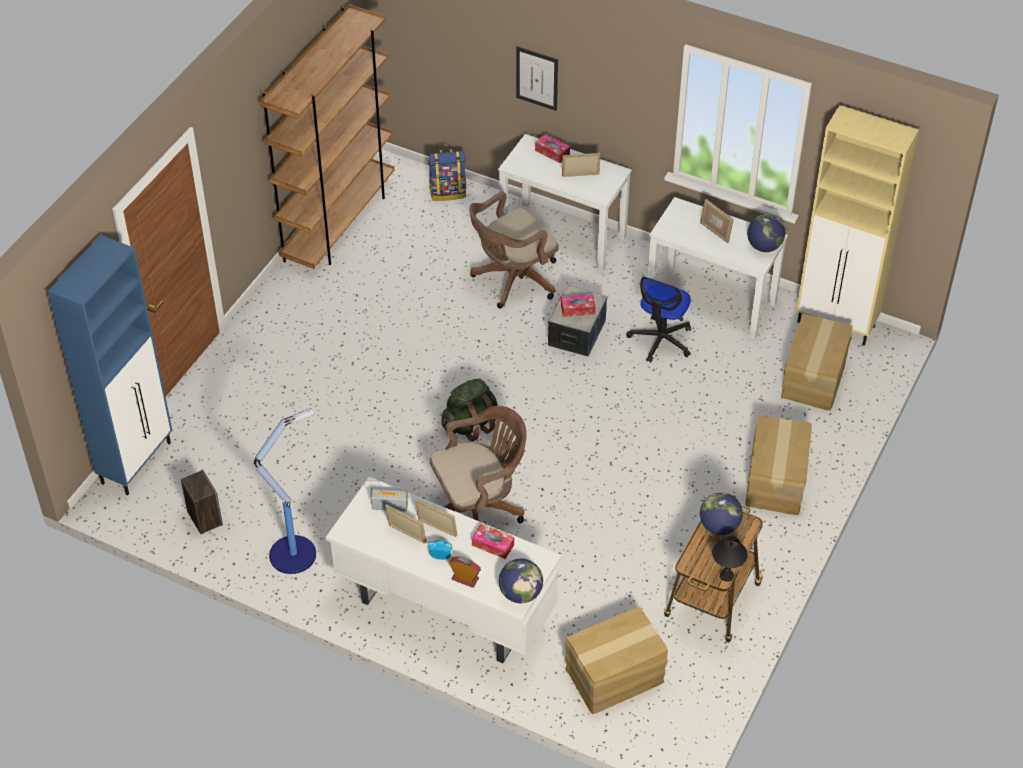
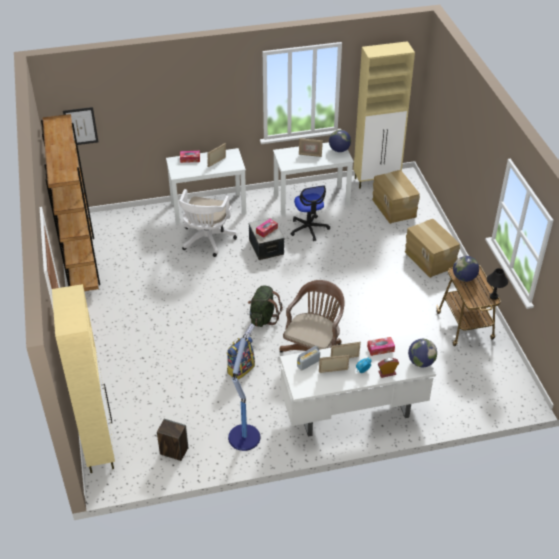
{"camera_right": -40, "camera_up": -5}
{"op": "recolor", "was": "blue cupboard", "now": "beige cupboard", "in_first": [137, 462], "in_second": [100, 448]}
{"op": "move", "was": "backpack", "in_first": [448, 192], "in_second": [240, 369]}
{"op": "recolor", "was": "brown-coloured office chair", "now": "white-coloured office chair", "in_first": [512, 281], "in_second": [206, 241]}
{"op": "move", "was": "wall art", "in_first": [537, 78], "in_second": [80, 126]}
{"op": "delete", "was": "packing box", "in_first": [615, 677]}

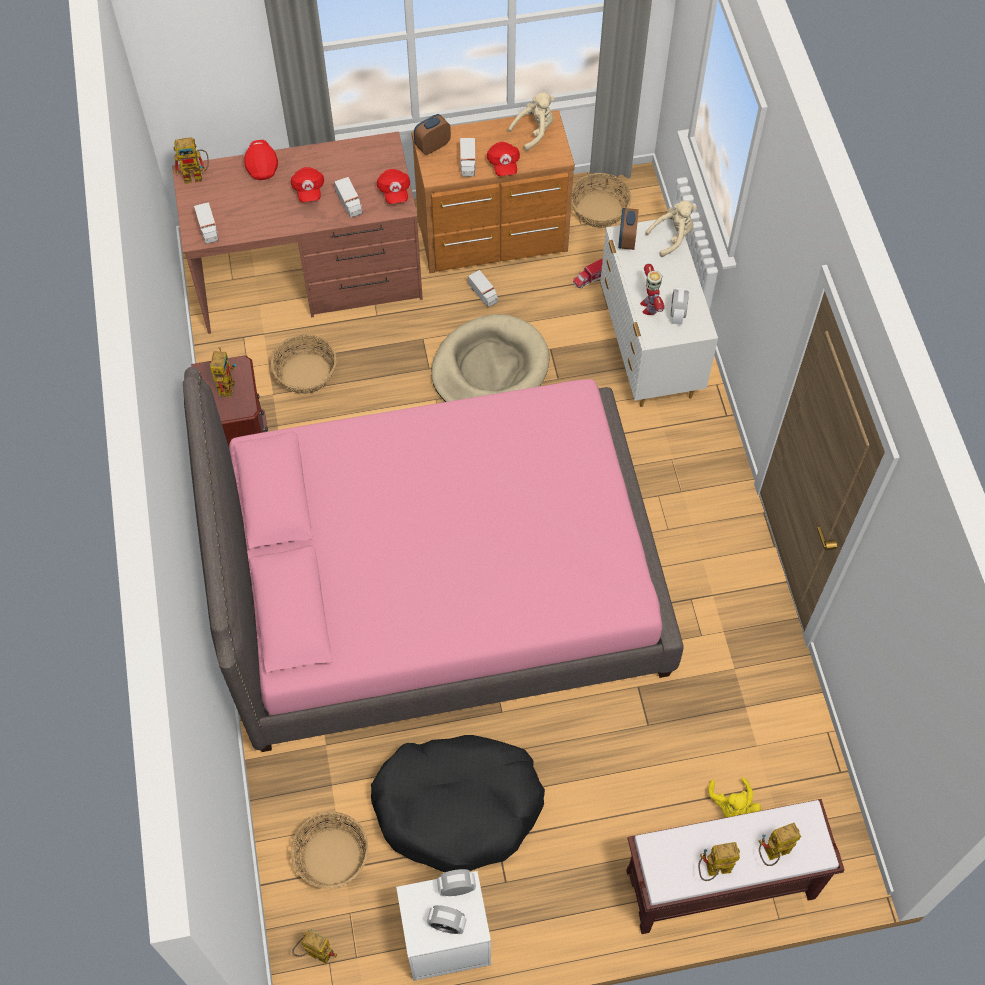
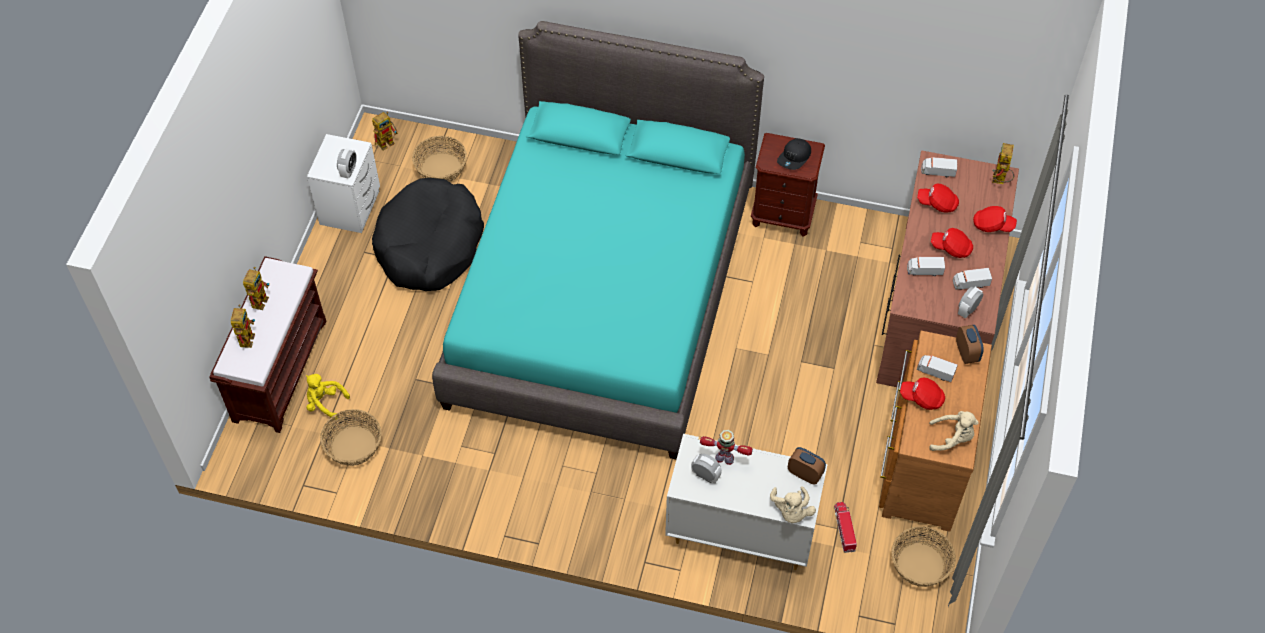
{"camera_right": 115, "camera_up": -5}
{"op": "recolor", "was": "pinkish bed", "now": "turquoise-coloured bed", "in_first": [439, 583], "in_second": [602, 296]}
{"op": "replace", "was": "model robot", "now": "blackish peaked cap", "in_first": [225, 384], "in_second": [794, 157]}
{"op": "move", "was": "storage basket", "in_first": [306, 373], "in_second": [354, 446]}
{"op": "move", "was": "red peaked cap", "in_first": [394, 192], "in_second": [937, 203]}
{"op": "move", "was": "bedside clock", "in_first": [447, 925], "in_second": [967, 310]}
{"op": "delete", "was": "beige dog cushion", "in_first": [490, 368]}
{"op": "move", "was": "toy lorry", "in_first": [483, 294], "in_second": [970, 283]}
{"op": "rotate", "was": "beige cuddly toy", "in_first": [534, 131], "in_second": [952, 438], "clockwise": -75}

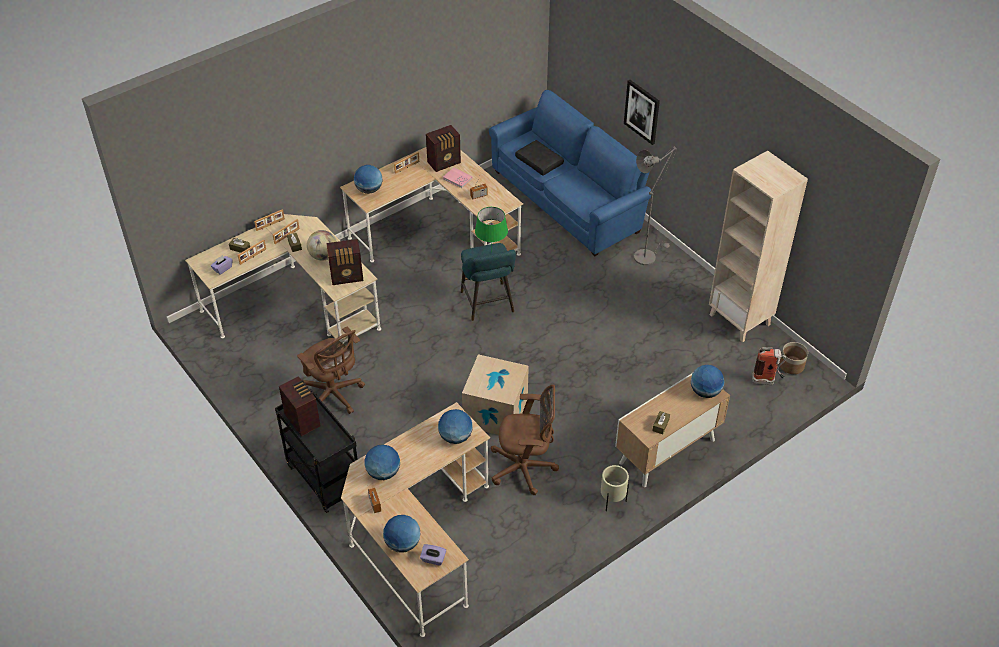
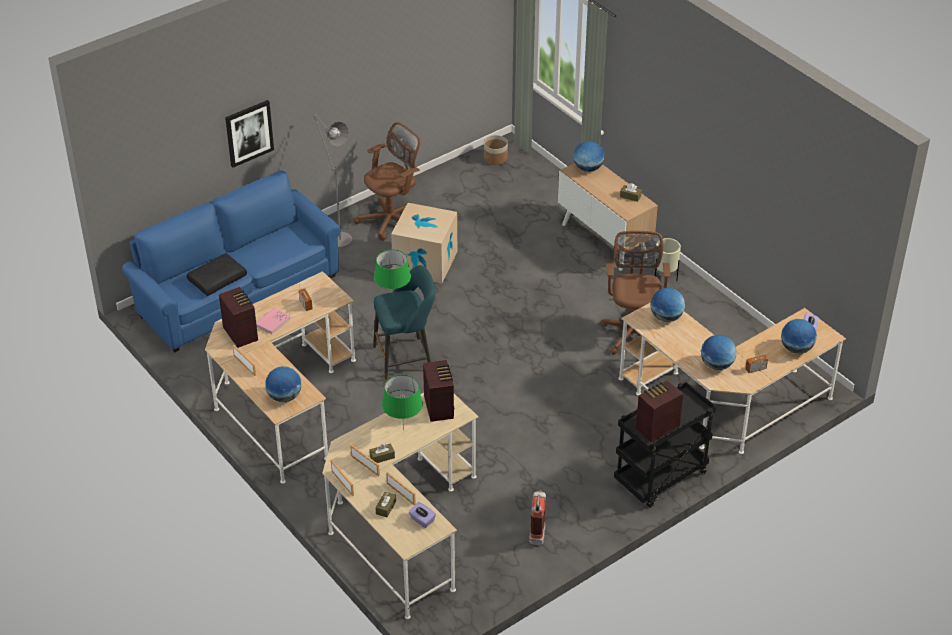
{"camera_right": -90, "camera_up": -5}
{"op": "move", "was": "brown-coloured office chair", "in_first": [334, 395], "in_second": [392, 220]}
{"op": "replace", "was": "world globe", "now": "green-coloured tabletop lamp", "in_first": [323, 256], "in_second": [403, 429]}
{"op": "move", "was": "packing box", "in_first": [495, 412], "in_second": [425, 262]}
{"op": "delete", "was": "beige bookshelf", "in_first": [740, 320]}
{"op": "move", "was": "extinguisher", "in_first": [767, 381], "in_second": [537, 532]}

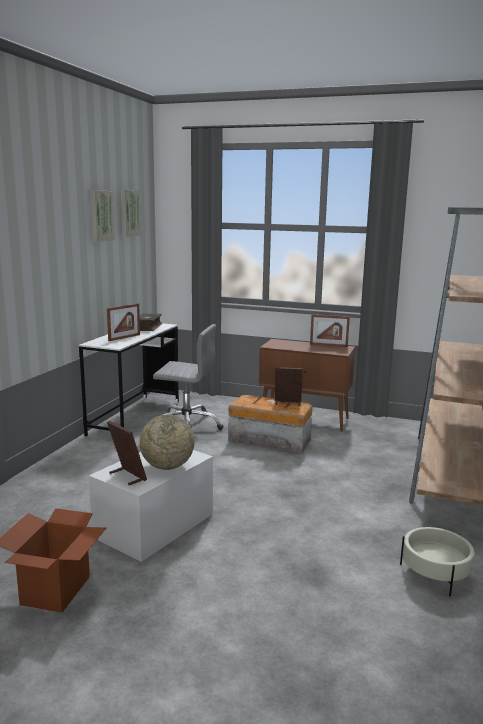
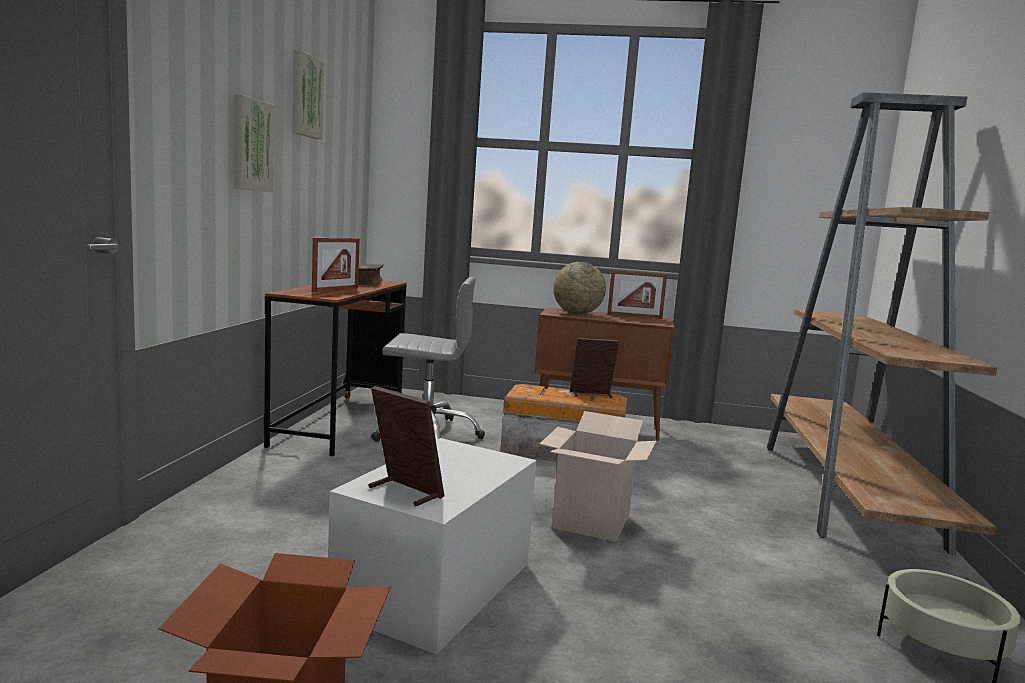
{"camera_right": -10, "camera_up": -5}
{"op": "recolor", "was": "white-coloured desk", "now": "brown-coloured desk", "in_first": [135, 418], "in_second": [340, 423]}
{"op": "move", "was": "wall art", "in_first": [129, 213], "in_second": [250, 145]}
{"op": "move", "was": "world globe", "in_first": [167, 466], "in_second": [577, 313]}
{"op": "insert", "now": "packing box", "in_second": [591, 521]}

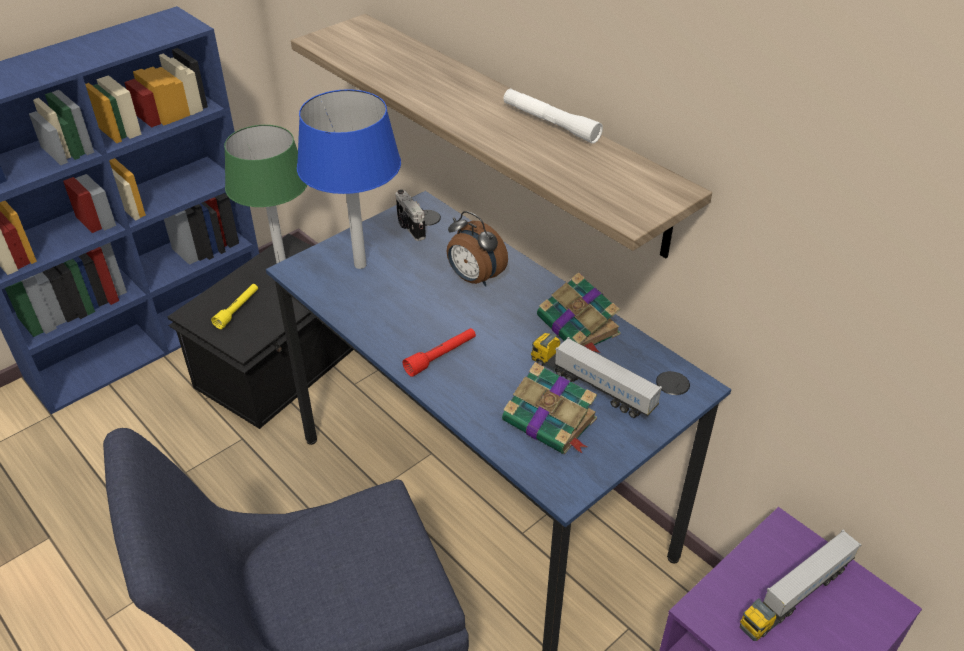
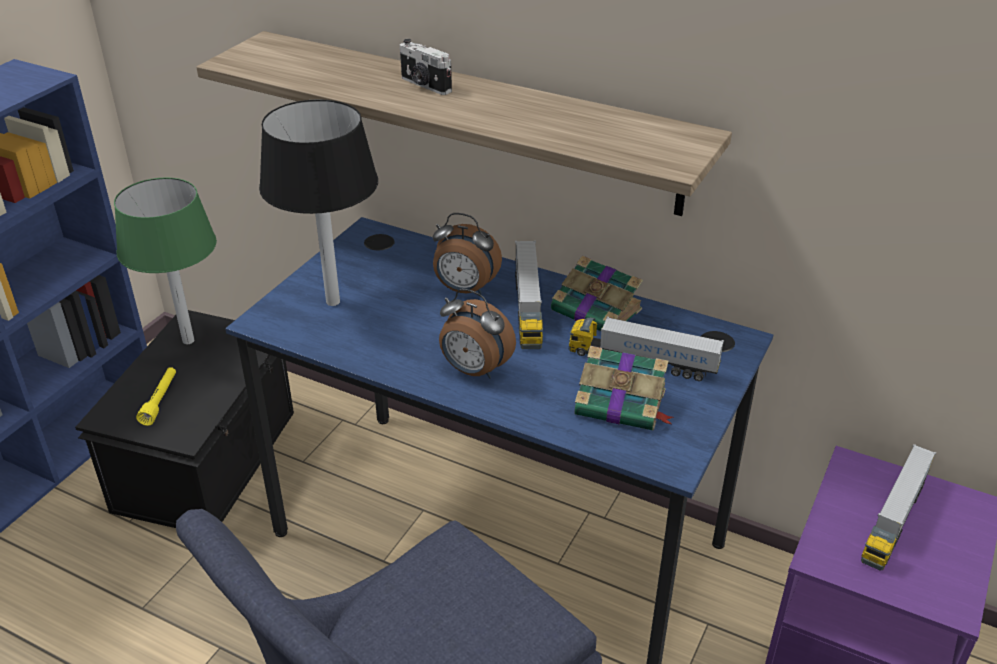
{"camera_right": -20, "camera_up": -5}
{"op": "recolor", "was": "blue tabletop lamp", "now": "blackish tabletop lamp", "in_first": [360, 265], "in_second": [333, 302]}
{"op": "move", "was": "photo camera", "in_first": [409, 227], "in_second": [424, 85]}
{"op": "replace", "was": "red flashlight", "now": "bedside clock", "in_first": [441, 357], "in_second": [474, 370]}
{"op": "delete", "was": "white-coloured flashlight", "in_first": [550, 123]}
{"op": "insert", "now": "toy lorry", "in_second": [527, 308]}

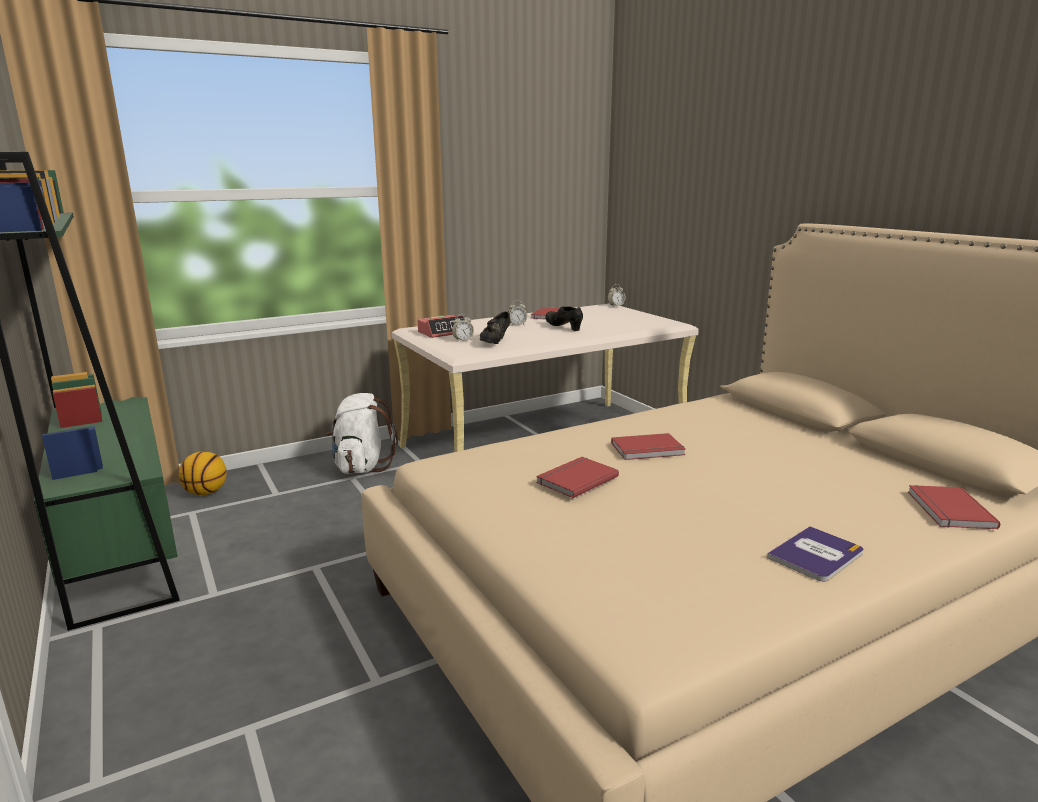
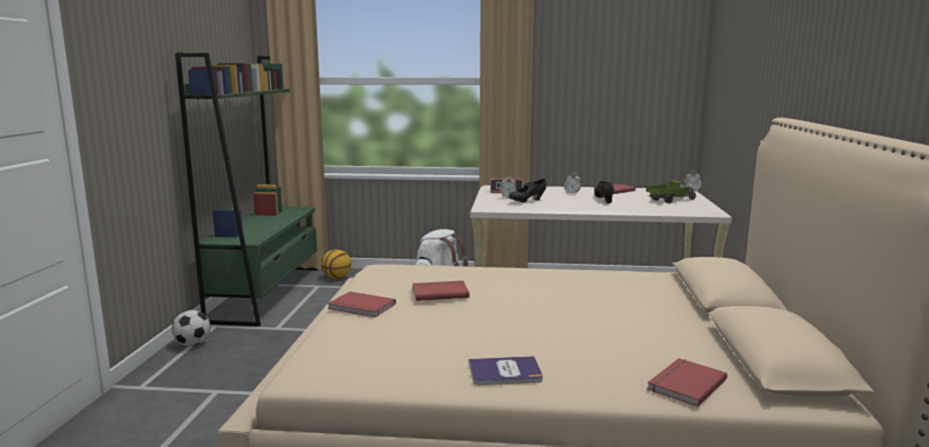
{"camera_right": 35, "camera_up": -5}
{"op": "move", "was": "red book", "in_first": [648, 450], "in_second": [361, 307]}
{"op": "insert", "now": "football", "in_second": [193, 344]}
{"op": "insert", "now": "toy lorry", "in_second": [670, 200]}

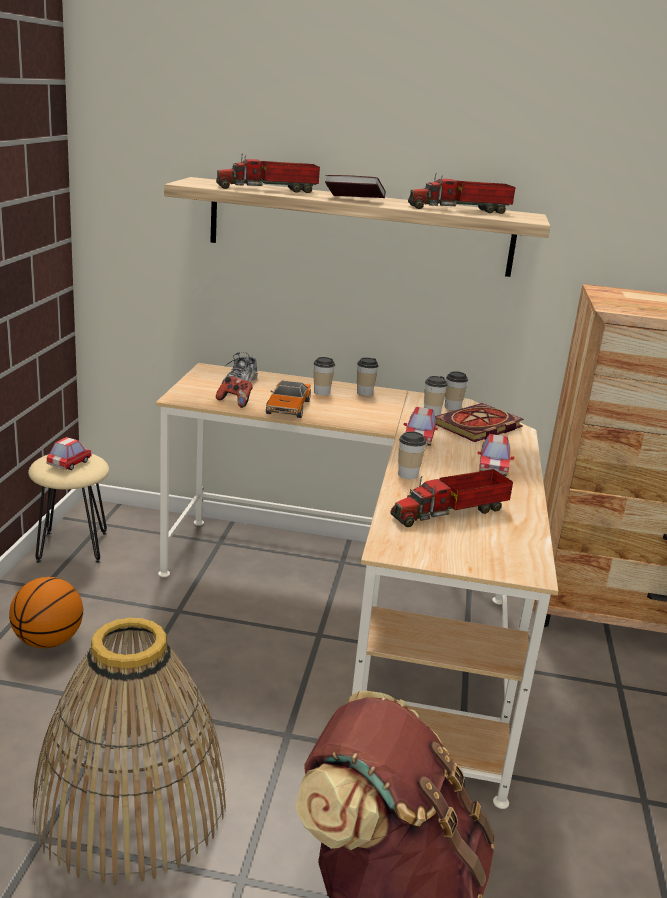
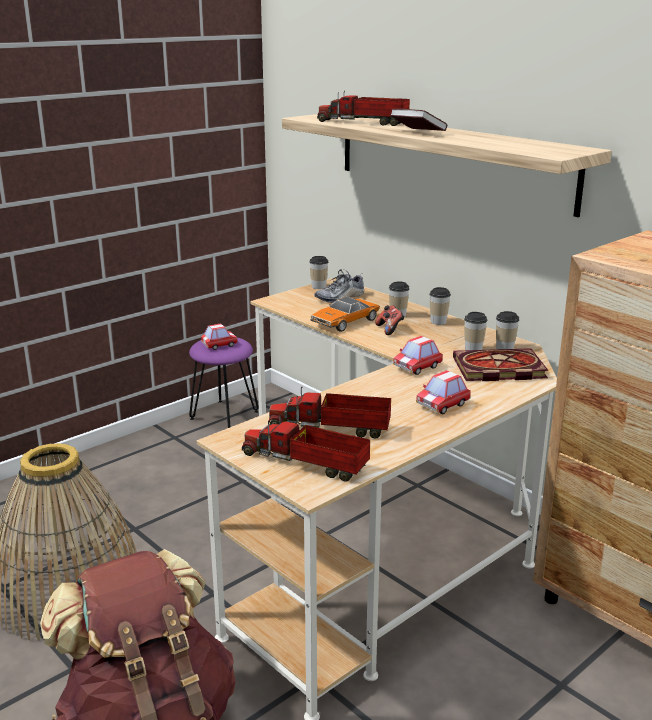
{"camera_right": 40, "camera_up": 0}
{"op": "delete", "was": "basketball", "in_first": [47, 641]}
{"op": "recolor", "was": "beige sitting stool", "now": "purple-coloured sitting stool", "in_first": [71, 547], "in_second": [223, 415]}
{"op": "move", "was": "game controller", "in_first": [235, 402], "in_second": [390, 329]}
{"op": "move", "was": "small cup", "in_first": [408, 474], "in_second": [319, 286]}
{"op": "move", "was": "toy lorry", "in_first": [462, 210], "in_second": [307, 463]}

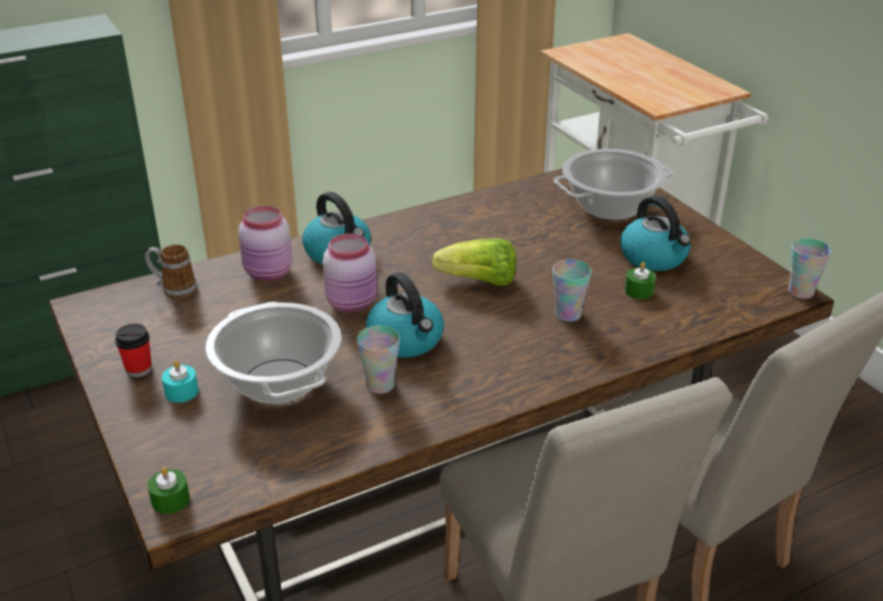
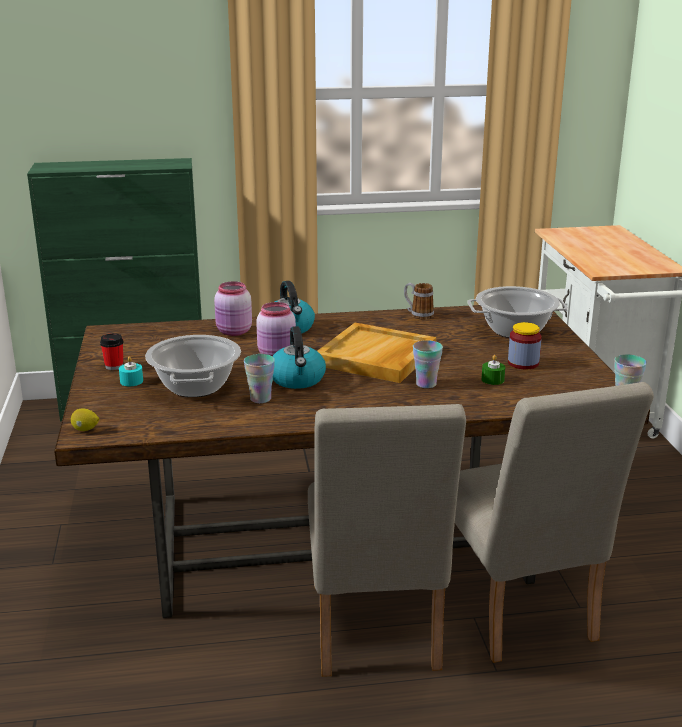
{"camera_right": 20, "camera_up": -10}
{"op": "move", "was": "coffee mug", "in_first": [173, 289], "in_second": [418, 314]}
{"op": "replace", "was": "green-coloured wax light", "now": "lemon", "in_first": [170, 500], "in_second": [85, 430]}
{"op": "replace", "was": "lettuce head", "now": "beige tray", "in_first": [479, 282], "in_second": [376, 357]}
{"op": "replace", "was": "water kettle", "now": "storage jar", "in_first": [654, 257], "in_second": [523, 363]}

